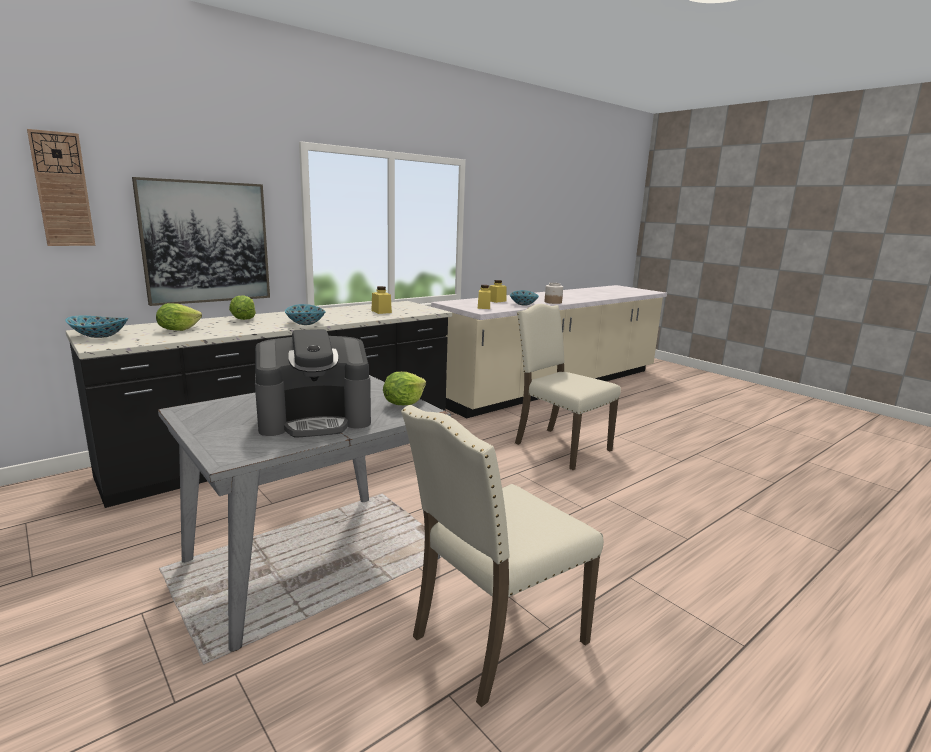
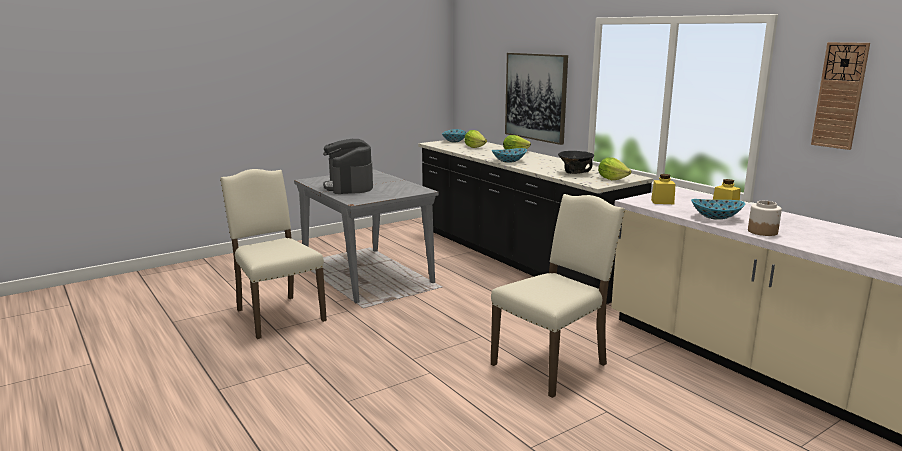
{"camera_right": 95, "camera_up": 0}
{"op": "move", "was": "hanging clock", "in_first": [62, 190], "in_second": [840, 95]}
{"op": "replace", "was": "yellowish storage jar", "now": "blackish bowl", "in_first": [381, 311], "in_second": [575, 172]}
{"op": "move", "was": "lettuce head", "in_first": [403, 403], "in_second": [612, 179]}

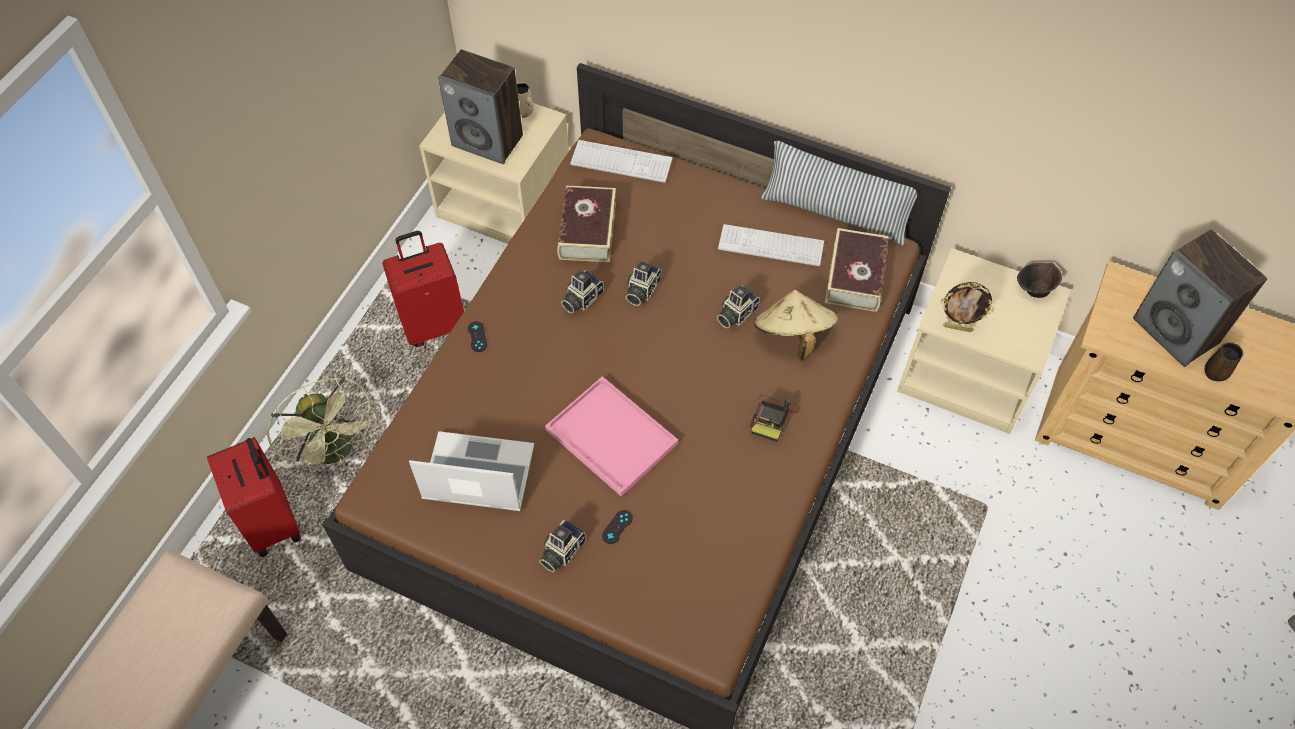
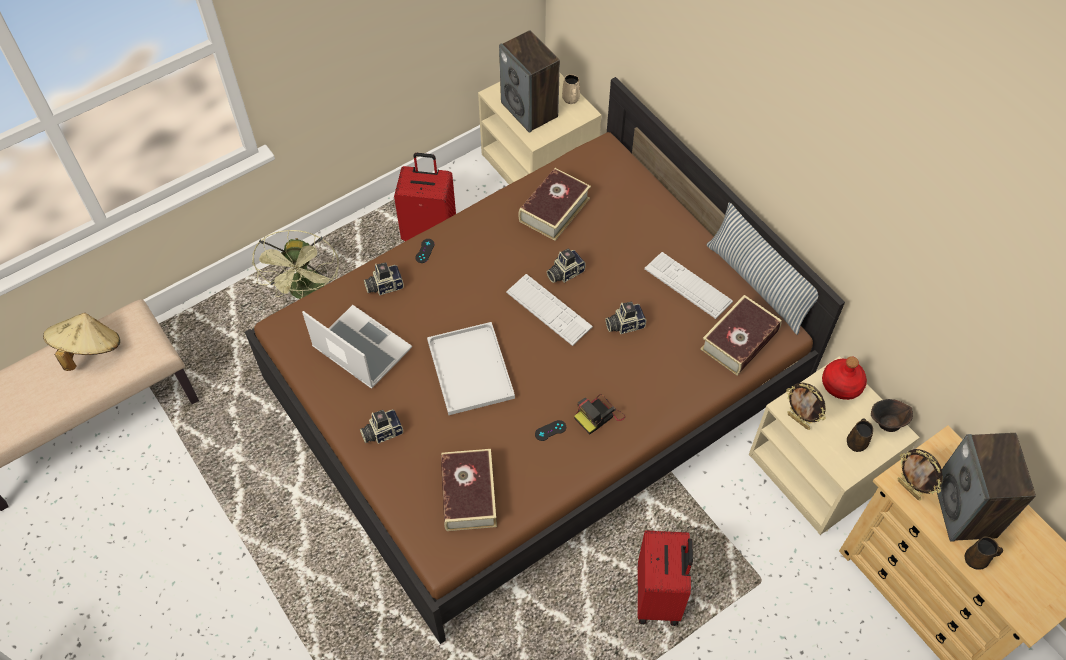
{"camera_right": 30, "camera_up": 0}
{"op": "move", "was": "red travel case", "in_first": [273, 522], "in_second": [659, 596]}
{"op": "recolor", "was": "pinkish tray", "now": "white-coloured tray", "in_first": [614, 437], "in_second": [472, 370]}
{"op": "move", "was": "photo camera", "in_first": [581, 299], "in_second": [384, 285]}
{"op": "move", "was": "computer keyboard", "in_first": [621, 162], "in_second": [548, 310]}
{"op": "move", "was": "blackish game controller", "in_first": [617, 527], "in_second": [550, 430]}
{"op": "move", "was": "beige wearable hat", "in_first": [792, 336], "in_second": [89, 350]}
{"op": "insert", "now": "book", "in_second": [468, 494]}
{"op": "insert", "now": "red beverage bottle", "in_second": [841, 384]}
{"op": "insert", "now": "brown-coloured coffee mug", "in_second": [856, 442]}
{"op": "insert", "now": "photo frame", "in_second": [909, 489]}

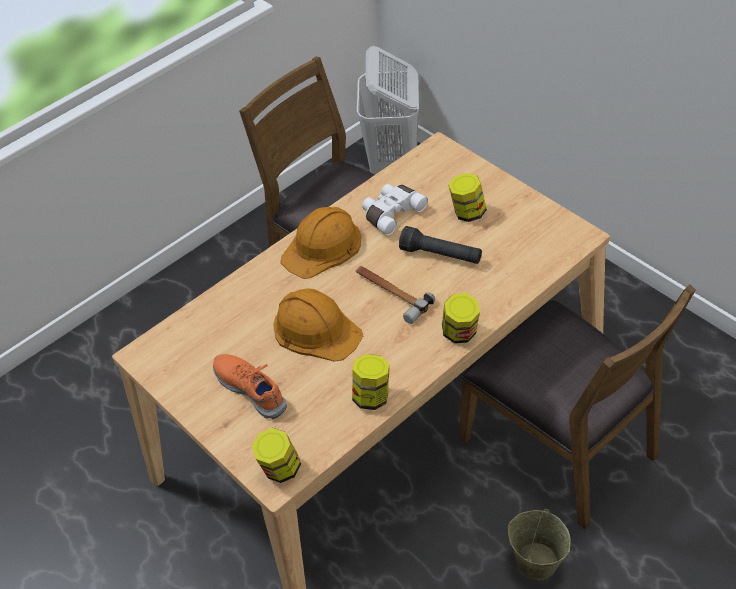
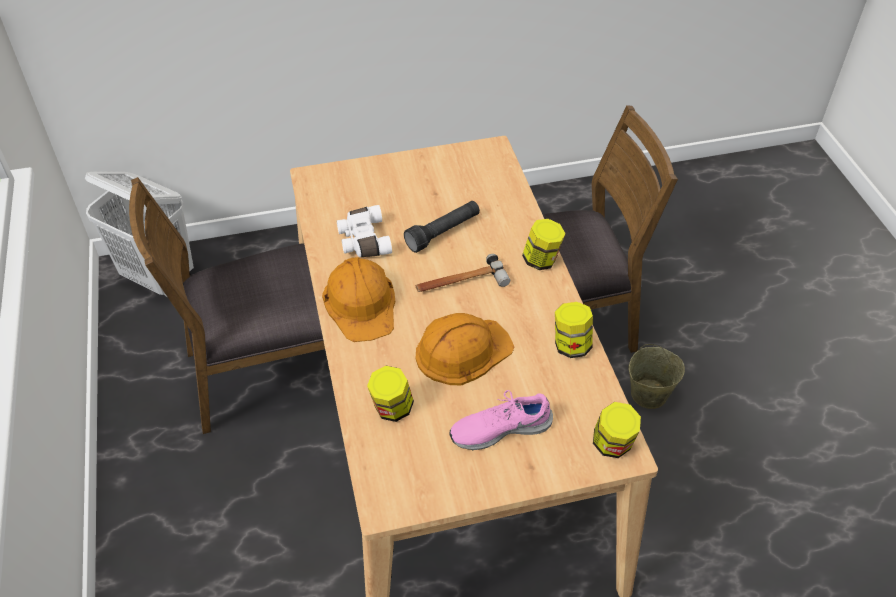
{"camera_right": -65, "camera_up": 0}
{"op": "recolor", "was": "orange-coloured item of footwear", "now": "pinkish item of footwear", "in_first": [251, 388], "in_second": [500, 428]}
{"op": "move", "was": "storage jar", "in_first": [467, 213], "in_second": [392, 409]}

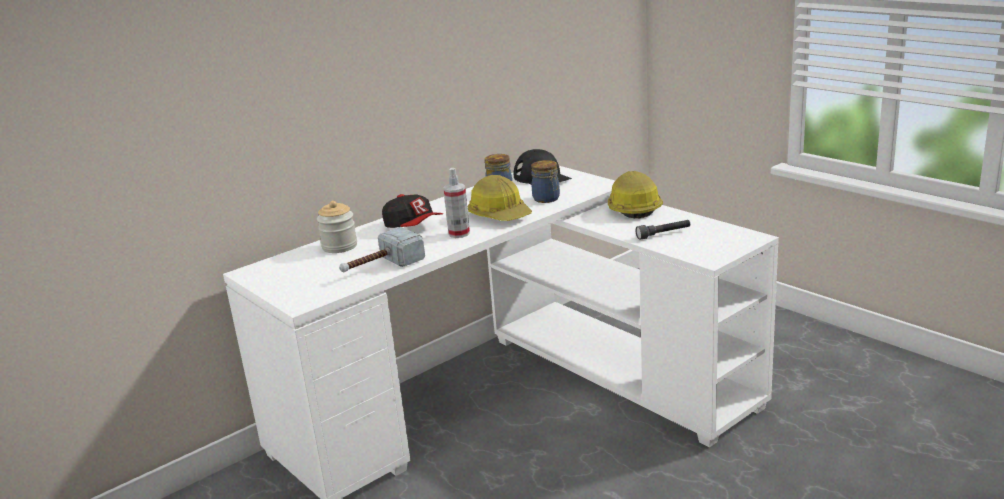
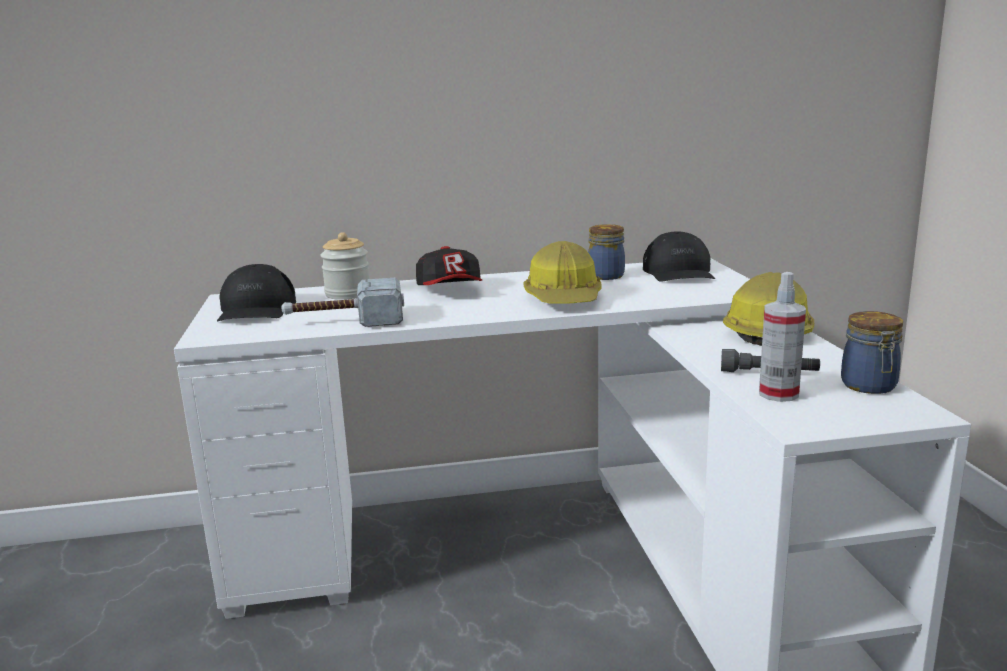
{"camera_right": 30, "camera_up": -5}
{"op": "move", "was": "spray bottle", "in_first": [459, 233], "in_second": [778, 394]}
{"op": "move", "was": "storage jar", "in_first": [547, 199], "in_second": [869, 386]}
{"op": "insert", "now": "blackish peaked cap", "in_second": [256, 309]}

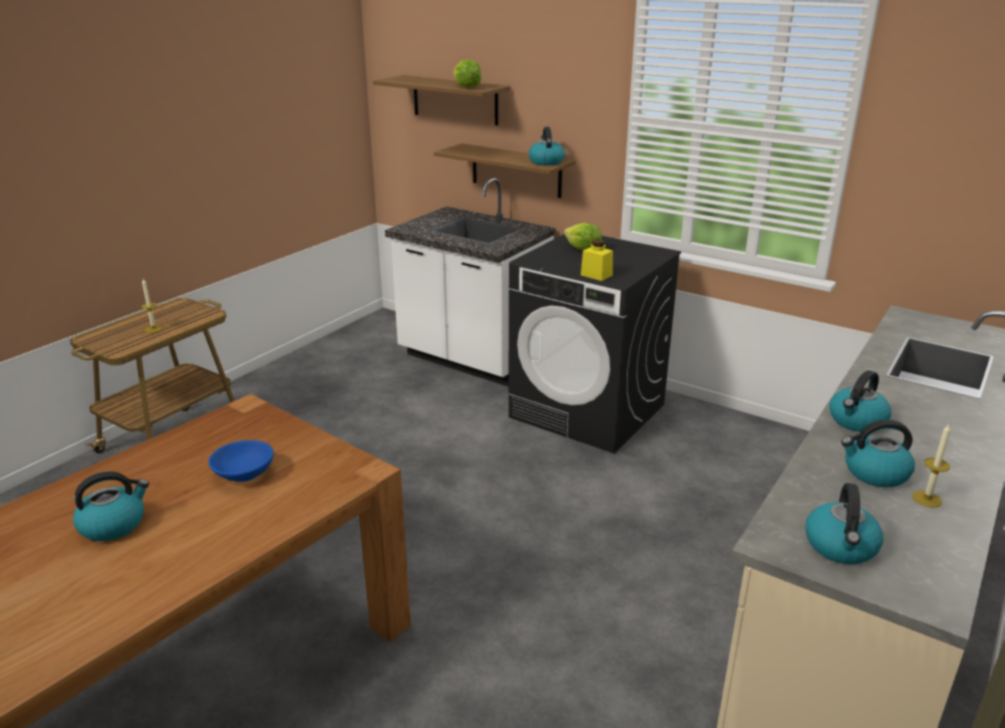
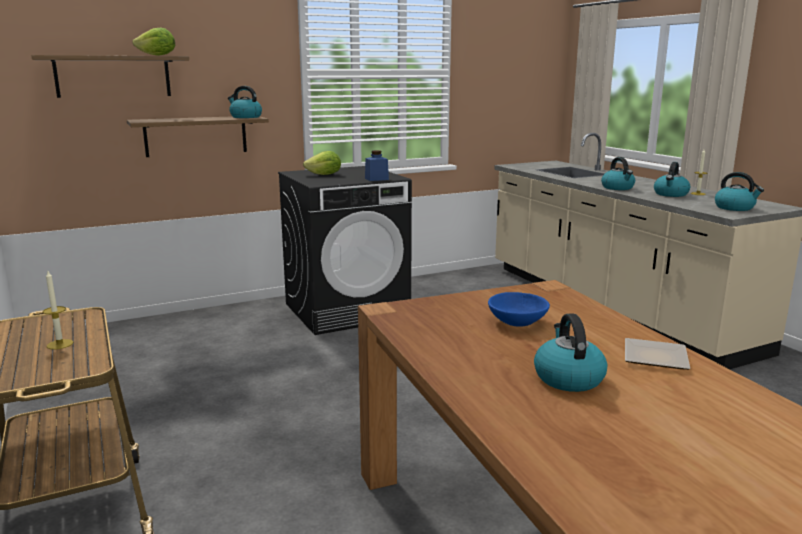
{"camera_right": -60, "camera_up": -10}
{"op": "delete", "was": "white-coloured kitchen base unit", "in_first": [472, 359]}
{"op": "recolor", "was": "yellowish storage jar", "now": "blue storage jar", "in_first": [596, 275], "in_second": [376, 179]}
{"op": "insert", "now": "dinner plate", "in_second": [657, 359]}

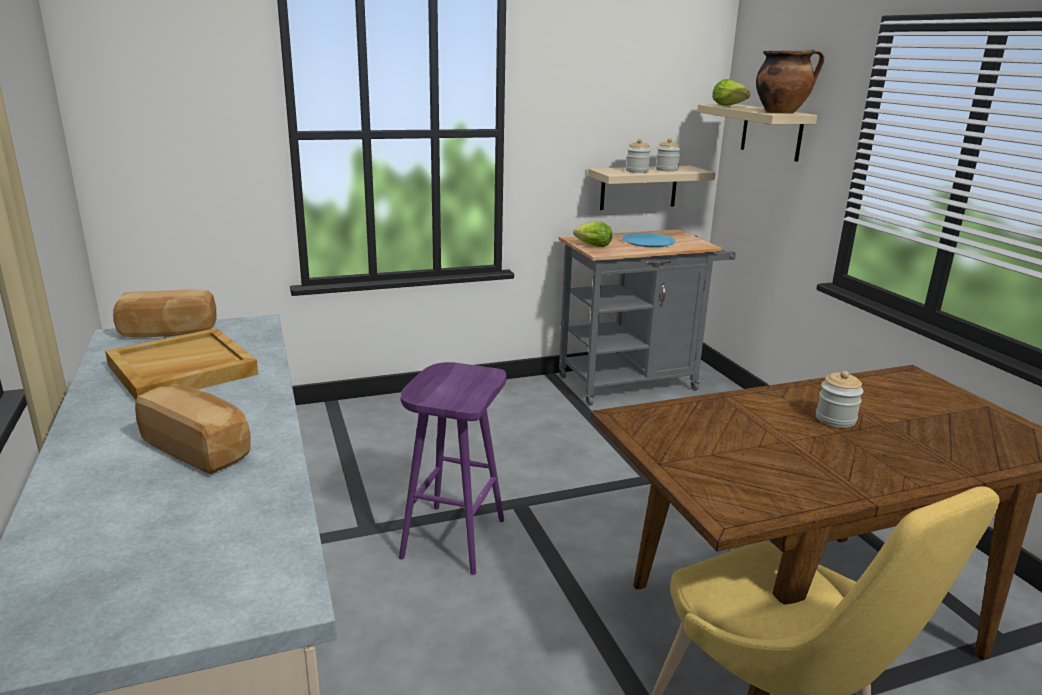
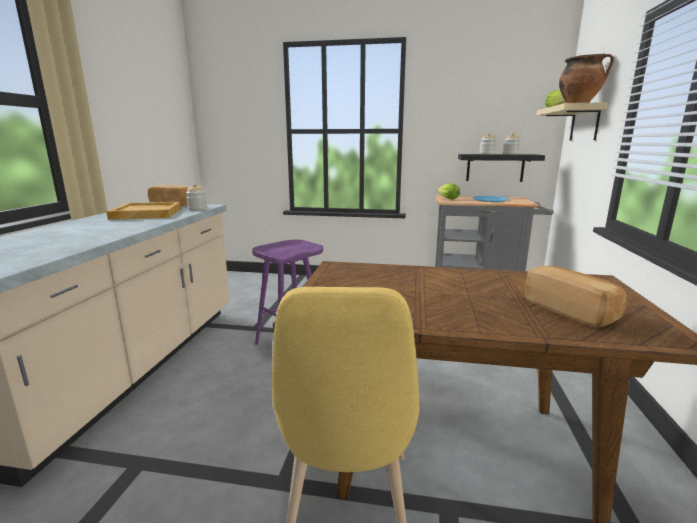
{"camera_right": 30, "camera_up": -5}
{"op": "move", "was": "baked bread", "in_first": [198, 449], "in_second": [569, 310]}
{"op": "recolor", "was": "beige bracket shelf", "now": "blackish bracket shelf", "in_first": [638, 187], "in_second": [495, 167]}
{"op": "move", "was": "storage jar", "in_first": [835, 419], "in_second": [197, 209]}

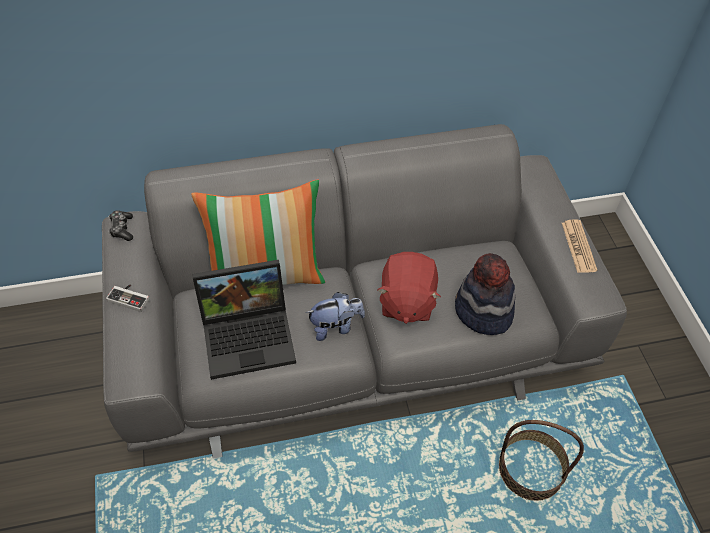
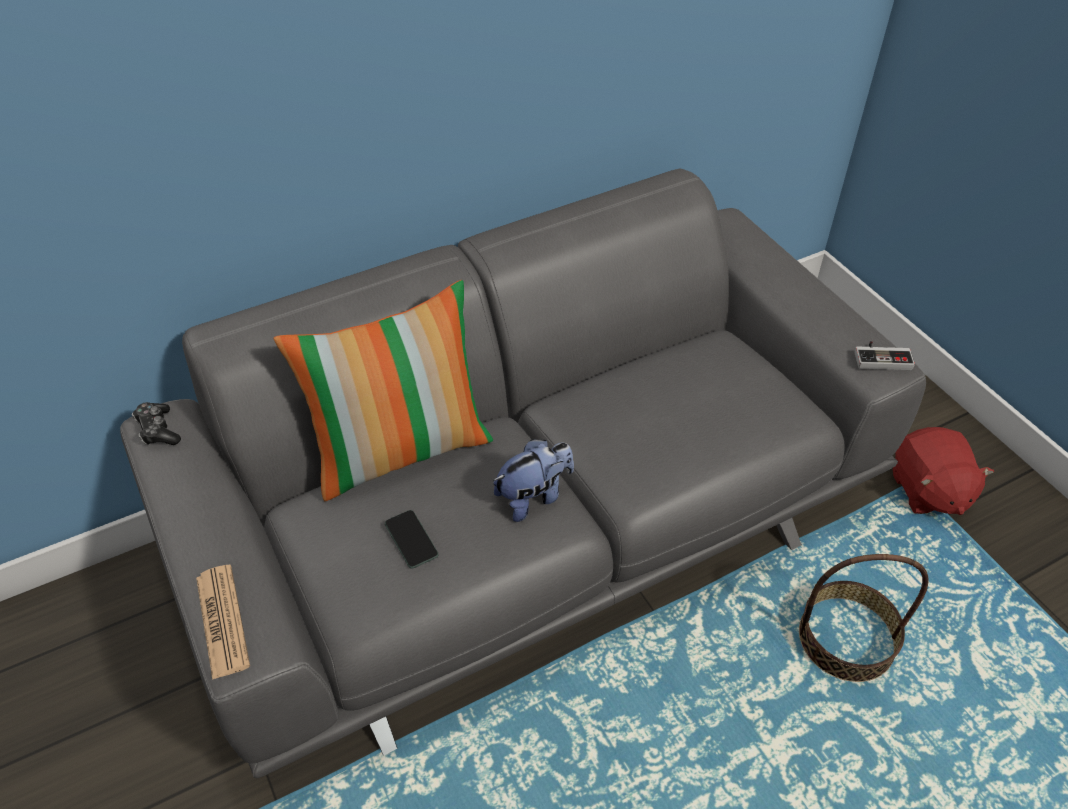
{"camera_right": -15, "camera_up": -5}
{"op": "move", "was": "game controller", "in_first": [130, 297], "in_second": [881, 357]}
{"op": "replace", "was": "notebook computer", "now": "telephone", "in_first": [250, 335], "in_second": [411, 539]}
{"op": "move", "was": "red cuddly toy", "in_first": [406, 301], "in_second": [927, 490]}
{"op": "delete", "was": "wearable hat", "in_first": [482, 311]}
{"op": "move", "was": "newspaper", "in_first": [578, 246], "in_second": [222, 621]}

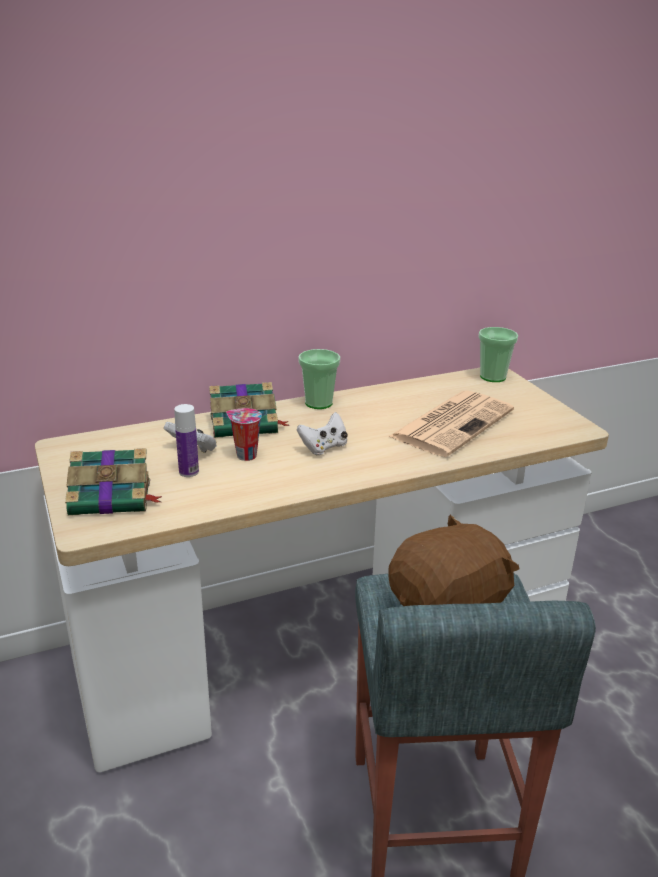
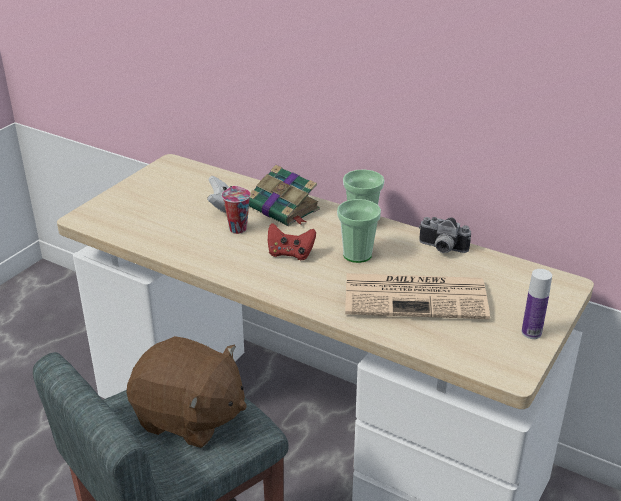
{"camera_right": 55, "camera_up": 5}
{"op": "delete", "was": "book", "in_first": [112, 498]}
{"op": "move", "was": "beverage bottle", "in_first": [189, 472], "in_second": [531, 333]}
{"op": "recolor", "was": "white-coloured game controller", "now": "red game controller", "in_first": [324, 447], "in_second": [290, 254]}
{"op": "move", "was": "small cup", "in_first": [493, 377], "in_second": [357, 255]}
{"op": "insert", "now": "photo camera", "in_second": [441, 249]}

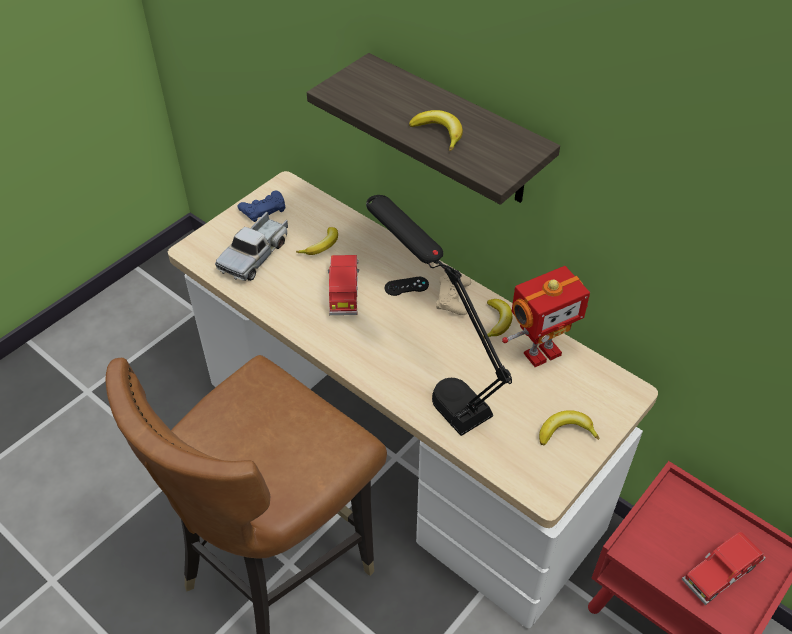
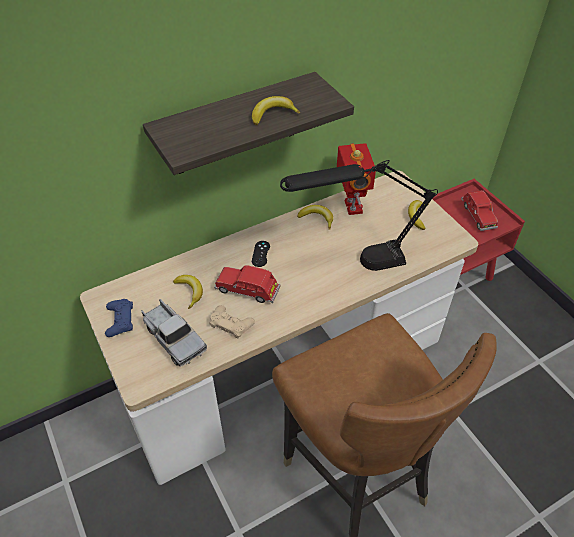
{"camera_right": -70, "camera_up": 0}
{"op": "move", "was": "beige game controller", "in_first": [453, 298], "in_second": [231, 324]}

